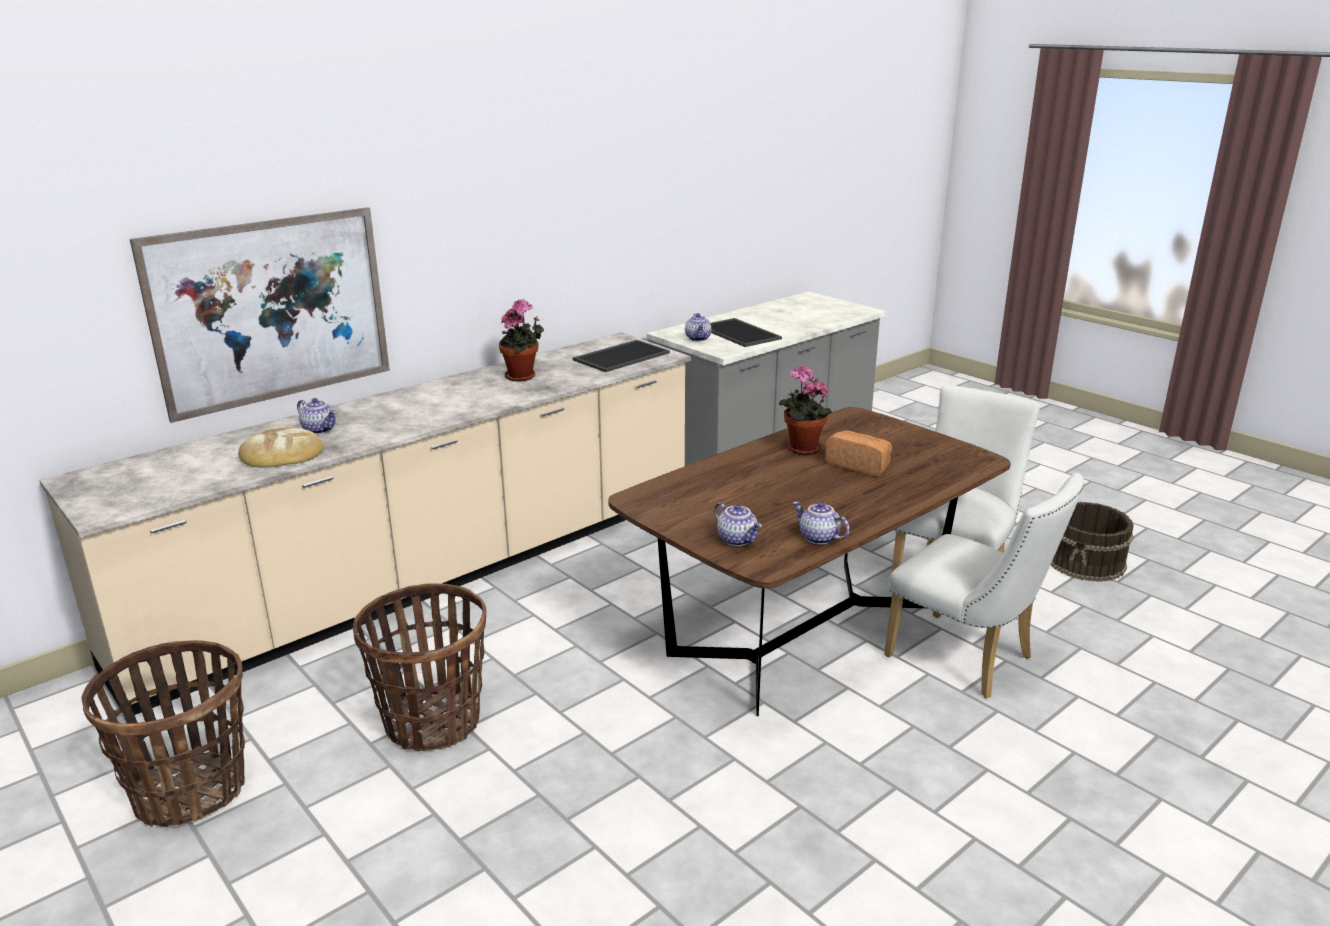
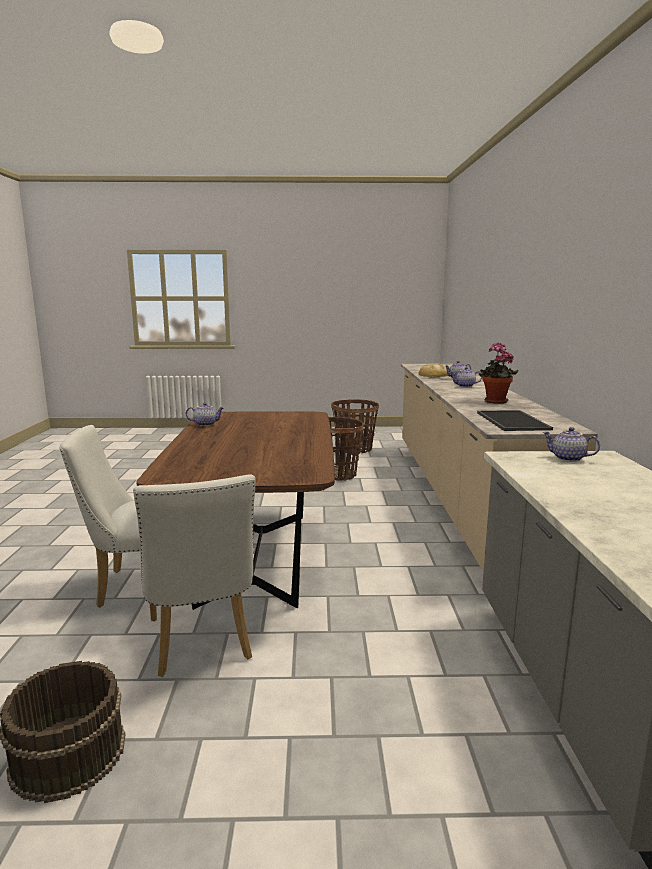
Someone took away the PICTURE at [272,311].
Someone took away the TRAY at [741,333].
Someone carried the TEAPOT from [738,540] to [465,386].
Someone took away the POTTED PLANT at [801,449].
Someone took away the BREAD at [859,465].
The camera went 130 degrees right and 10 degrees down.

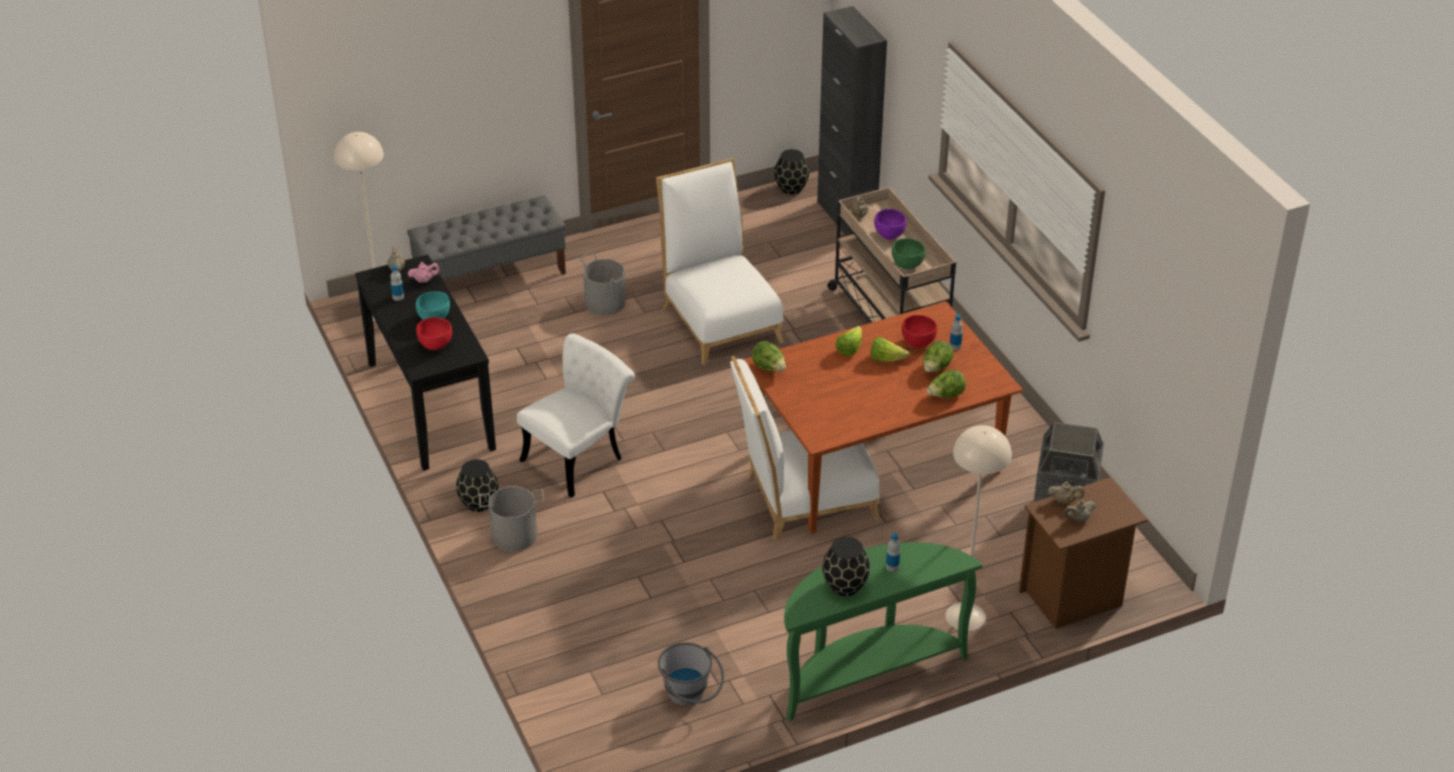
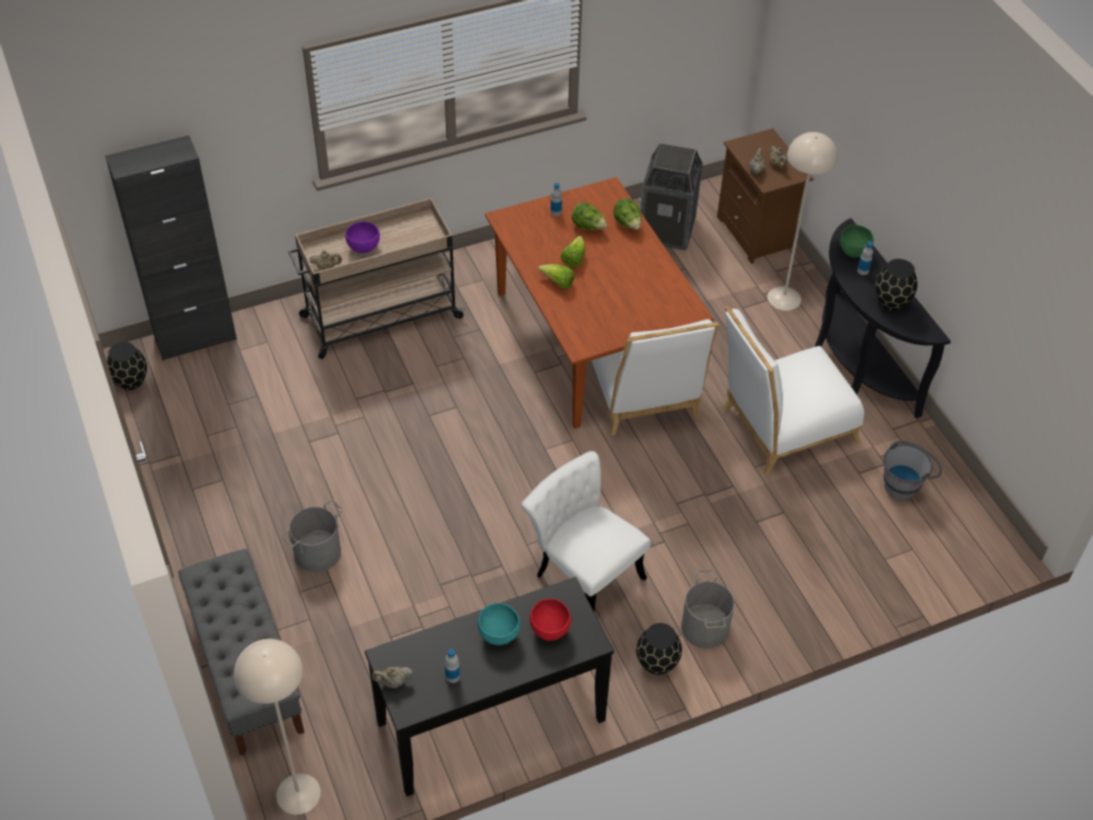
Someone took away the PINK TEAPOT at [424,280].
Someone carried the WHITE CHAIR from [719,319] to [782,427].
Someone took away the LETTUCE at [769,368].
Someone repainted the GREEN CONSOLE TABLE at [867,671], which became the BLACK CONSOLE TABLE at [856,364].
Someone carried the GREEN BOWL from [907,265] to [853,252].
Someone took away the RED BOWL at [917,343].
The camera went 90 degrees left and 10 degrees up.

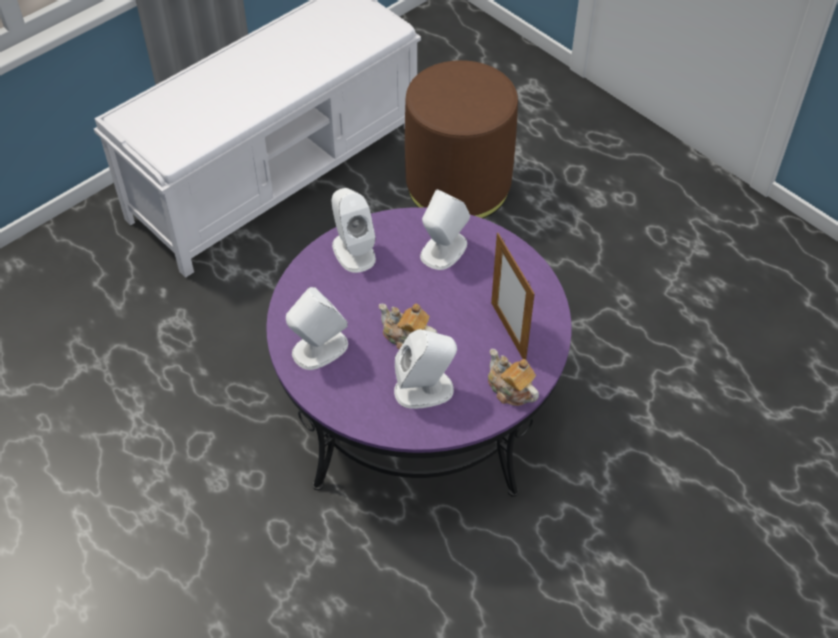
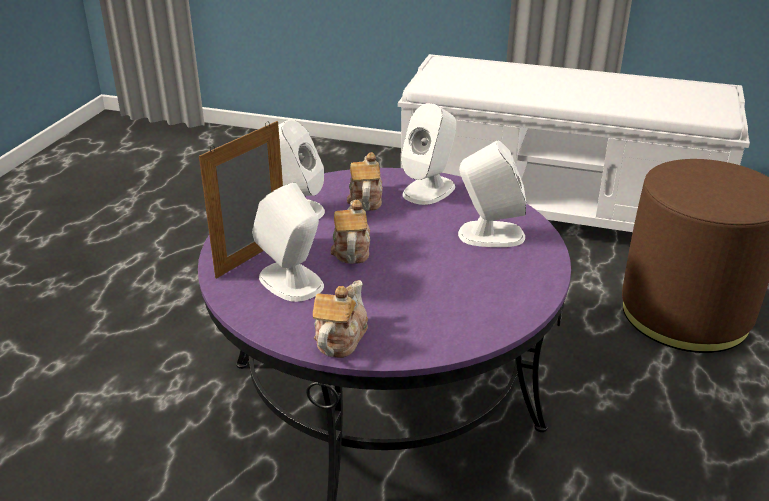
Someone carried the PICTURE FRAME from [508,331] to [252,256].
Someone put down the TEAPOT at [365,199].
The camera went 60 degrees right and 20 degrees down.

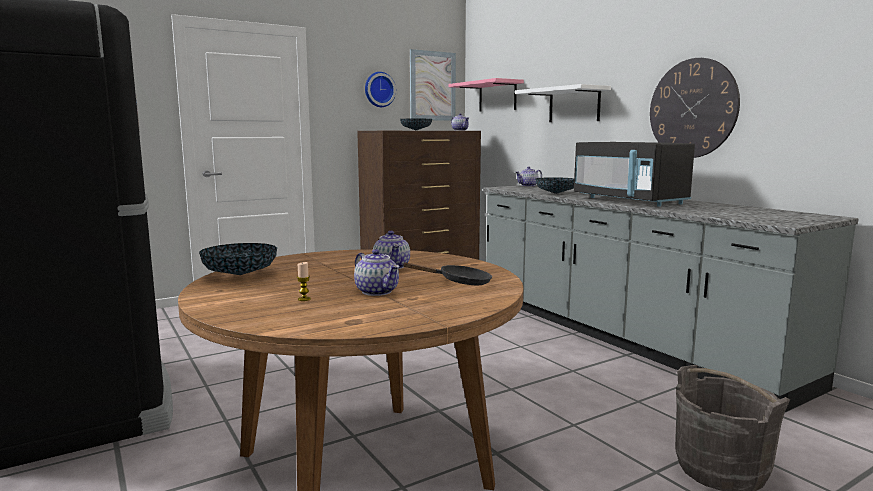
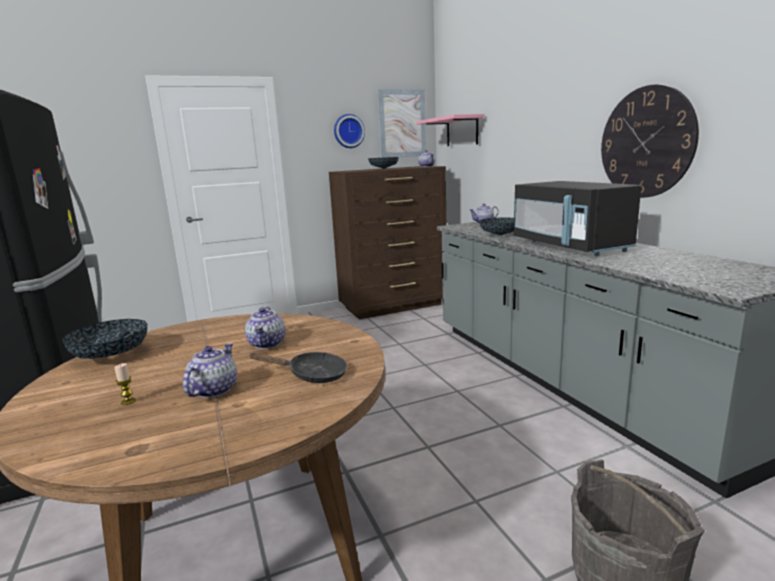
Someone rotated the TEAPOT at [377,291] by 135 degrees counterclockwise.
Someone took away the WHITE SHELF at [574,105].
The camera went 10 degrees right and 5 degrees up.

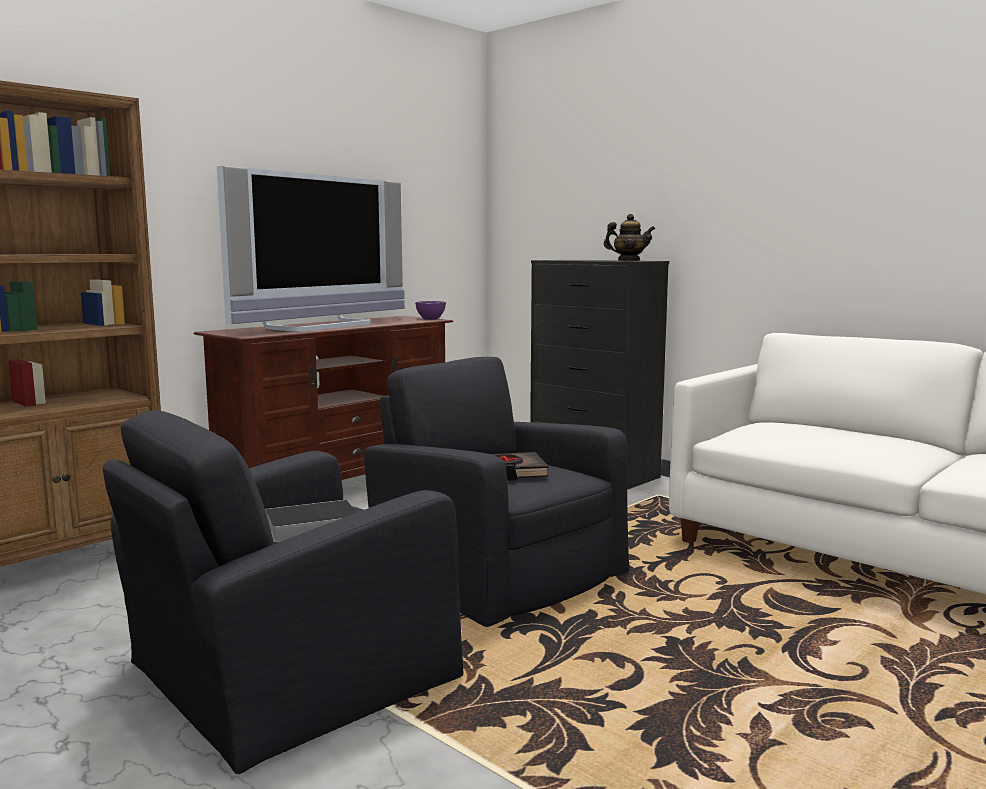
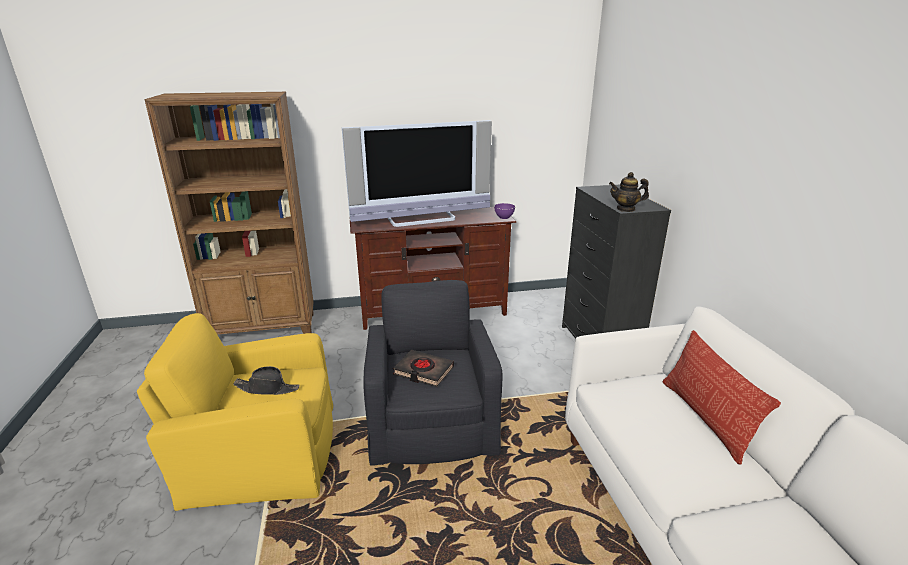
Someone repainted the BLACK ARMCHAIR at [289,672], which became the YELLOW ARMCHAIR at [260,452].
Someone swapped the BOOK at [309,527] for the BLACK HAT at [267,388].
Someone rotated the TEAPOT at [628,261] by 135 degrees clockwise.
Someone put down the PILLOW at [705,418].
The camera went 35 degrees right and 15 degrees up.

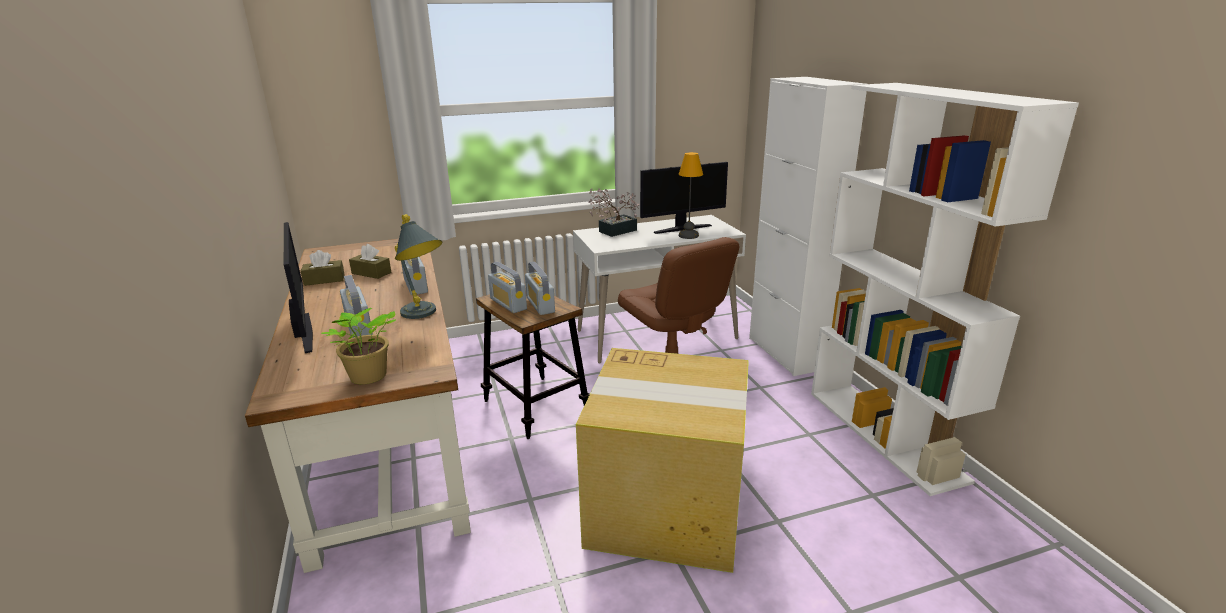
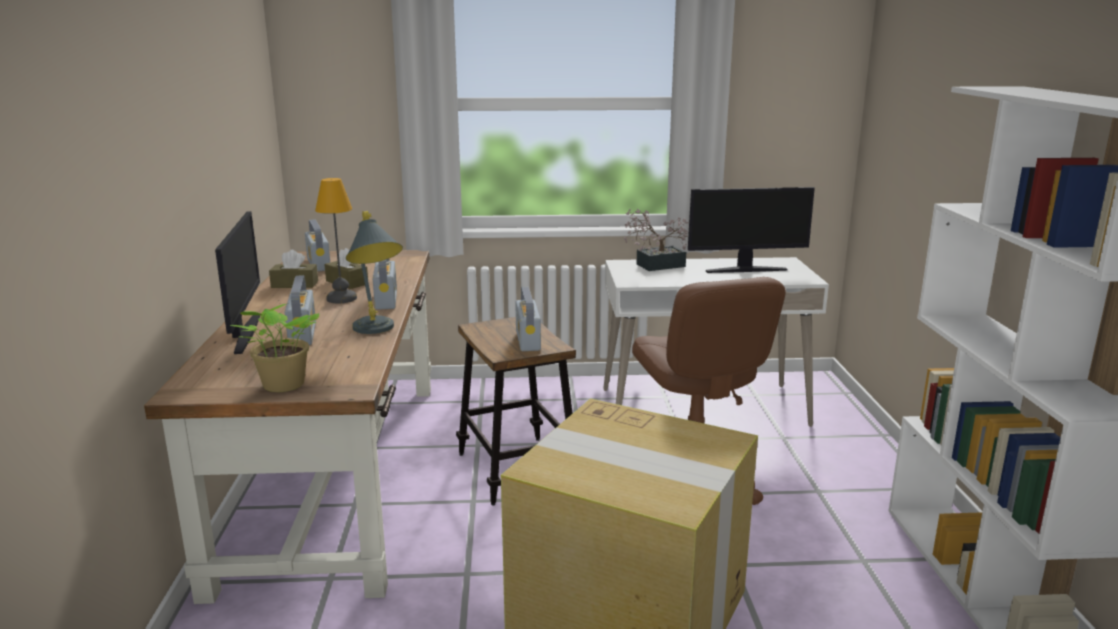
Someone carried the RADIO from [508,304] to [319,264].
Someone carried the TABLE LAMP from [688,235] to [341,298].
Someone took away the WHITE CABINET at [786,353].
The camera went 15 degrees right and 5 degrees down.

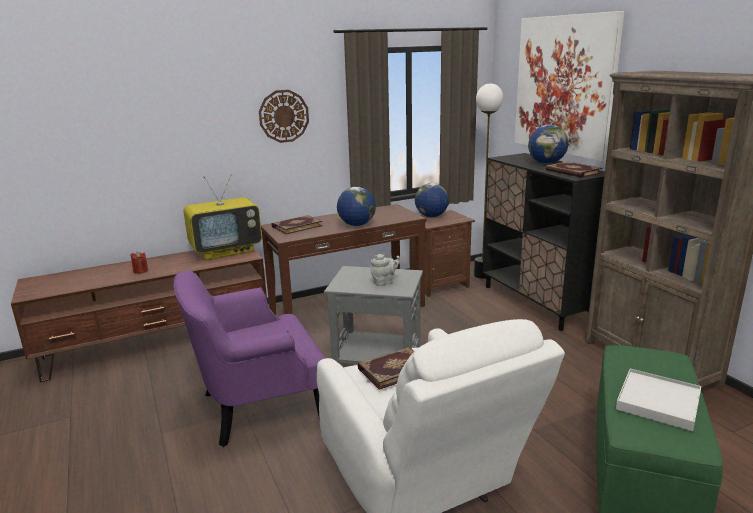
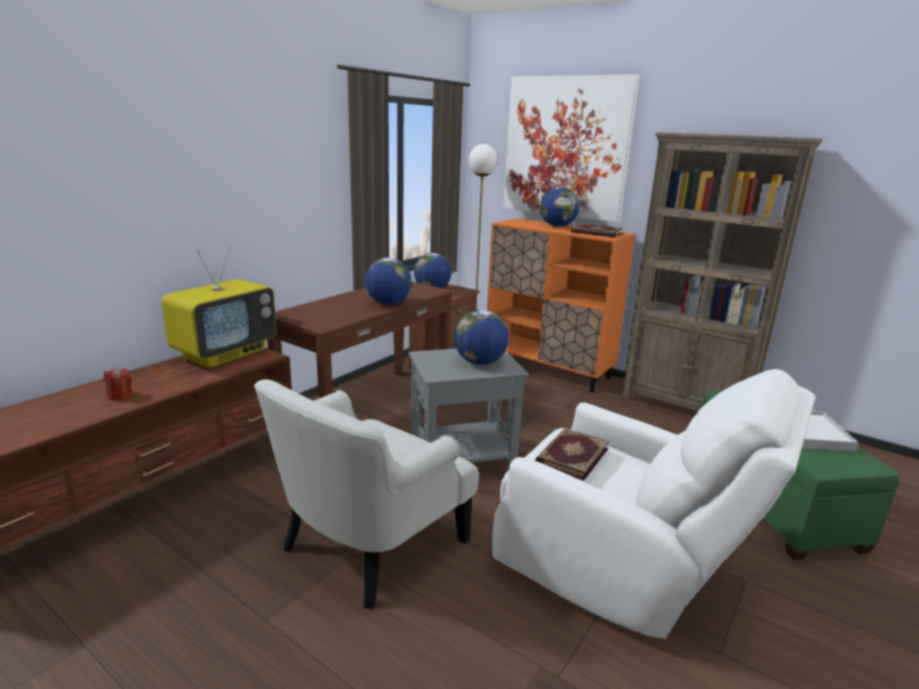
Someone repainted the PURPLE ARMCHAIR at [259,406], which became the WHITE ARMCHAIR at [369,544].
Someone took away the WALL CLOCK at [284,116].
Someone took away the BOOK at [296,226].
Someone swapped the GREY TEAPOT at [384,282] for the GLOBE at [480,363].
Someone repainted the BLACK CABINET at [537,303], which became the ORANGE CABINET at [548,369].
The camera went 30 degrees left and 0 degrees up.

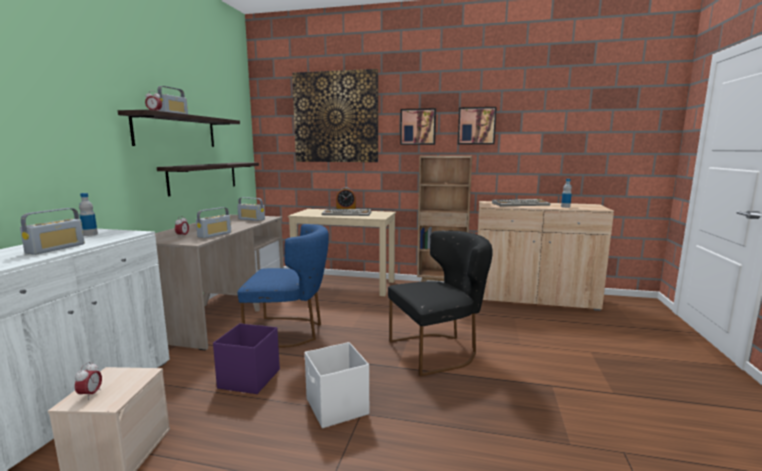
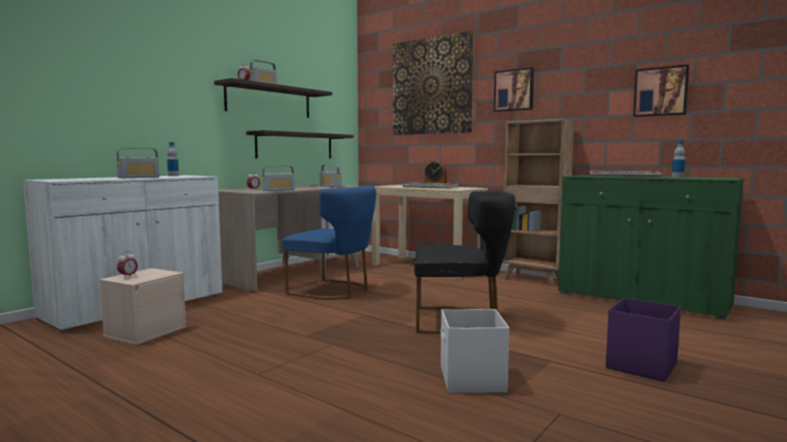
Someone carried the PURPLE STORAGE BOX from [248,379] to [640,366].
Someone carried the WHITE STORAGE BOX from [336,407] to [471,380].
Someone carried the PICTURE from [476,126] to [661,91].
Someone repainted the BEIGE CABINET at [533,298], which became the GREEN CABINET at [641,299].
The camera went 25 degrees right and 5 degrees down.

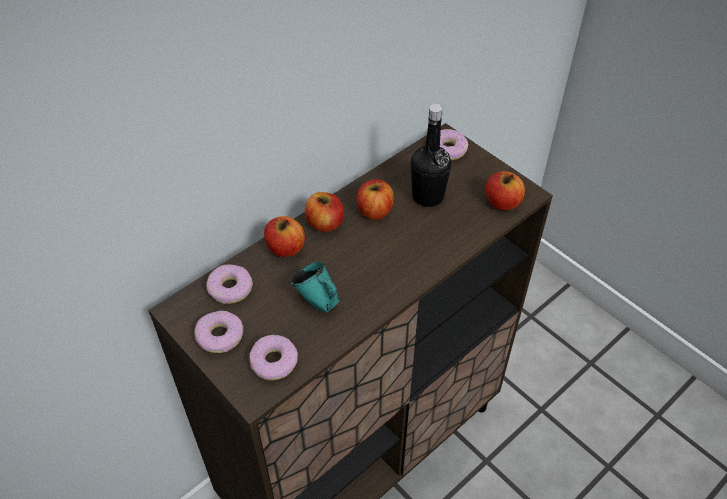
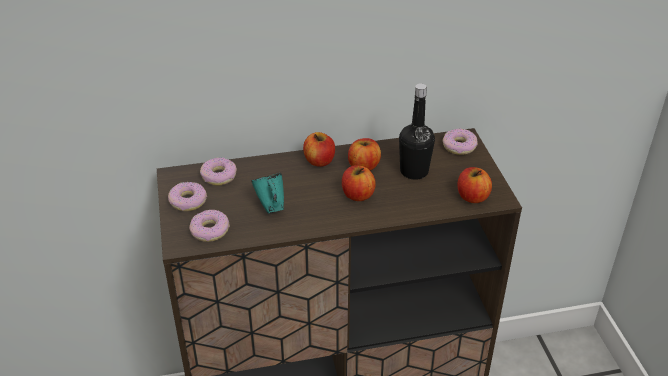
Someone carried the APPLE from [285,248] to [357,195].
The camera went 30 degrees right and 10 degrees down.

